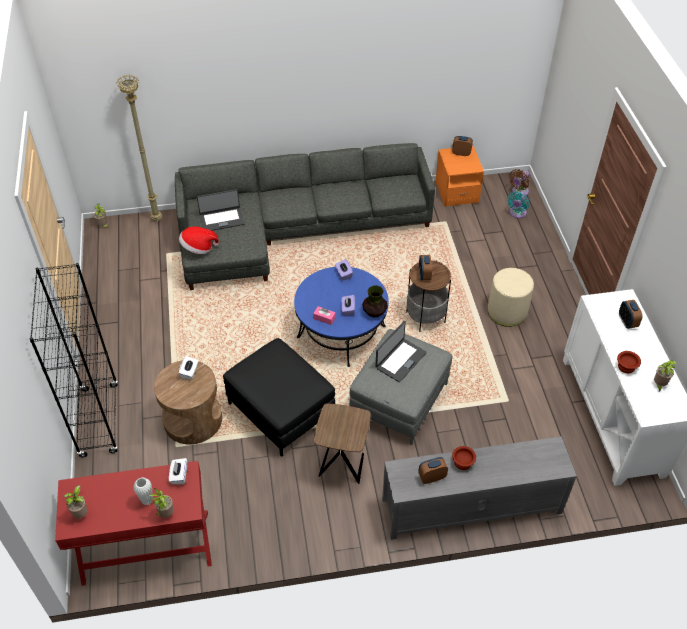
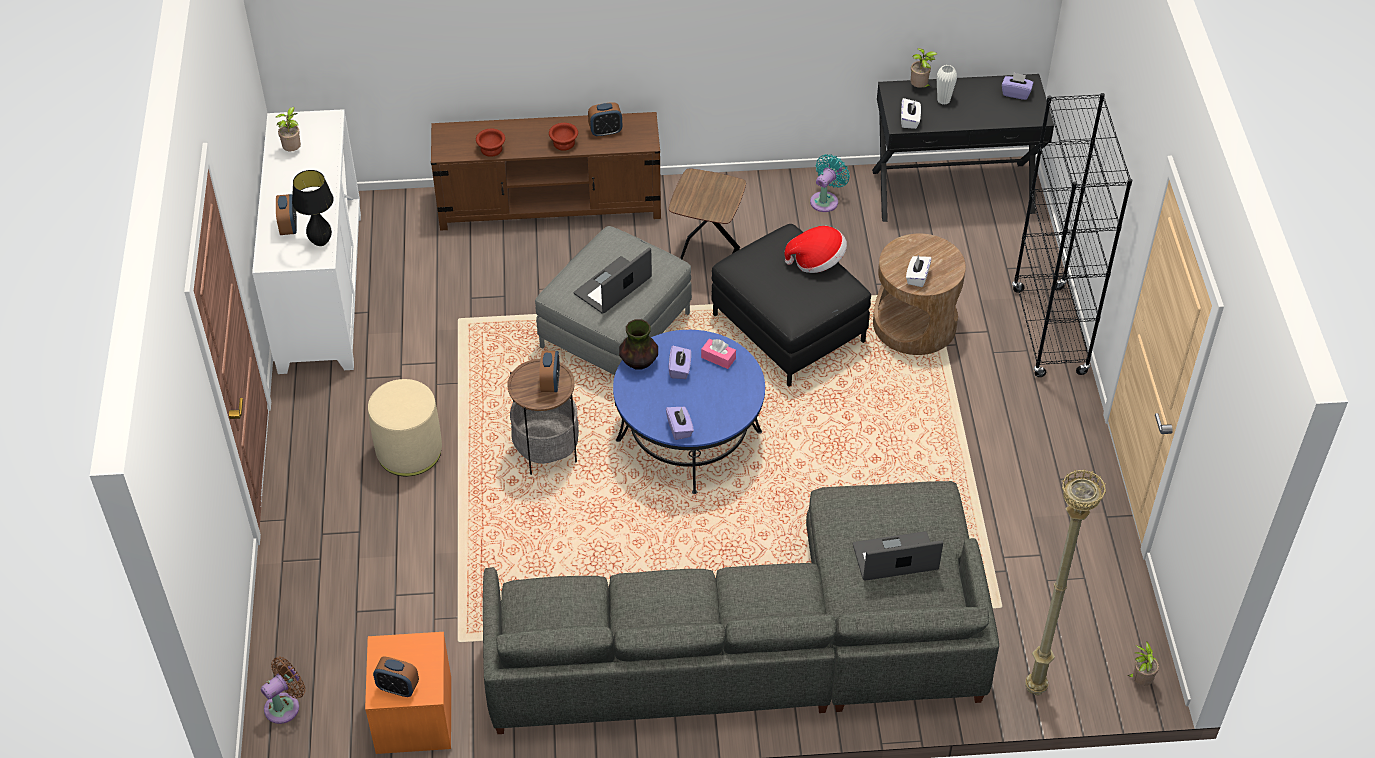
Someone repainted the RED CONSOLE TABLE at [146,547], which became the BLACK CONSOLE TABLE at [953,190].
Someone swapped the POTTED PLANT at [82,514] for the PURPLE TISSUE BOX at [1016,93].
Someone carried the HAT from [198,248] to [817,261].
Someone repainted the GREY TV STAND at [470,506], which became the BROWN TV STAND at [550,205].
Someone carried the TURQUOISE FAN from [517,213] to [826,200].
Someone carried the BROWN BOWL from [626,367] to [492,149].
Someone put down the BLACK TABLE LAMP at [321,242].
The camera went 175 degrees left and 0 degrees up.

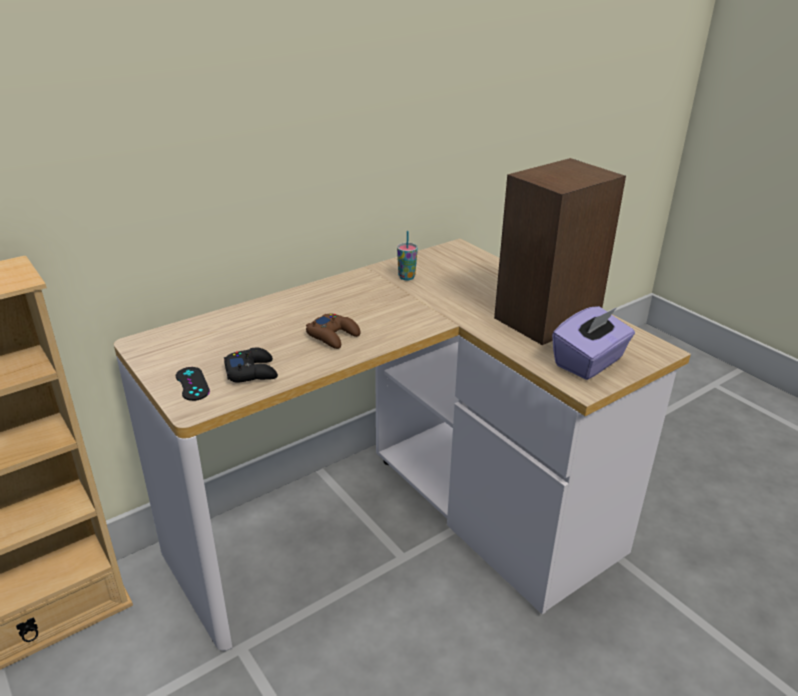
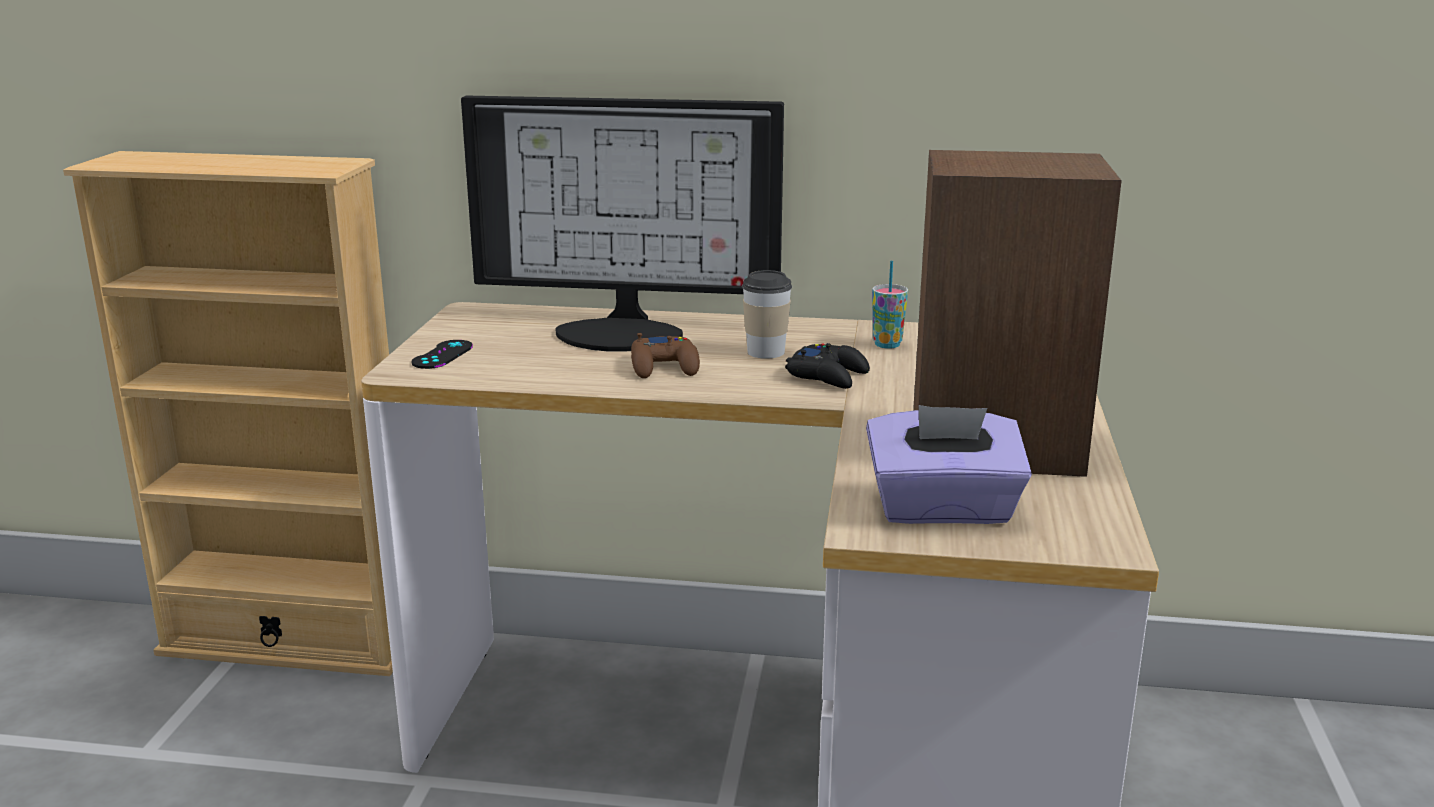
Someone carried the BLACK GAME CONTROLLER from [252,372] to [828,375].
Someone put down the MONITOR at [623,331].
Someone put down the CUP at [766,352].
The camera went 45 degrees right and 10 degrees down.

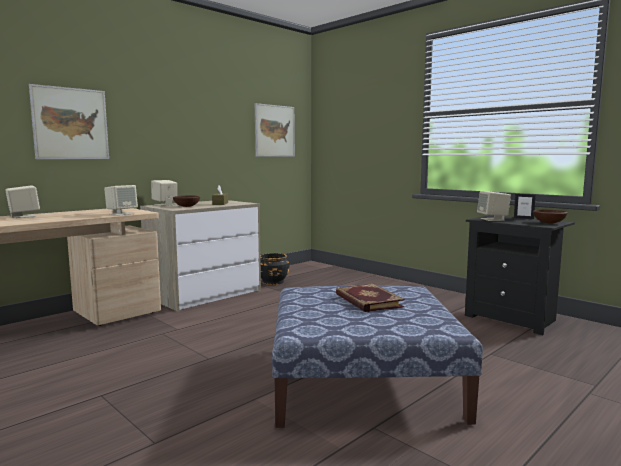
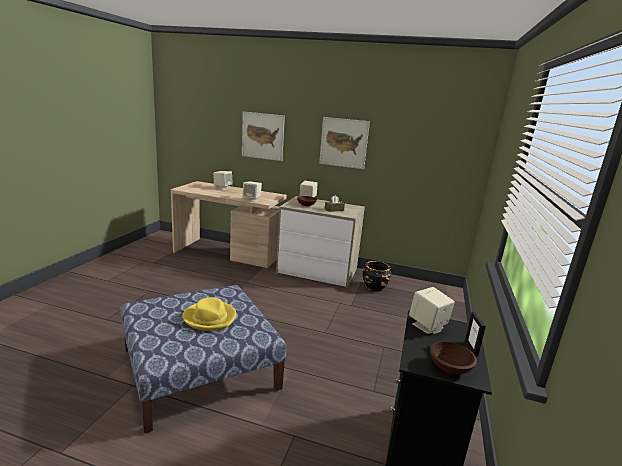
Someone carried the PICTURE from [274,131] to [343,143].
Someone swapped the BOOK at [367,301] for the YELLOW HAT at [210,317].
The camera went 60 degrees right and 10 degrees up.

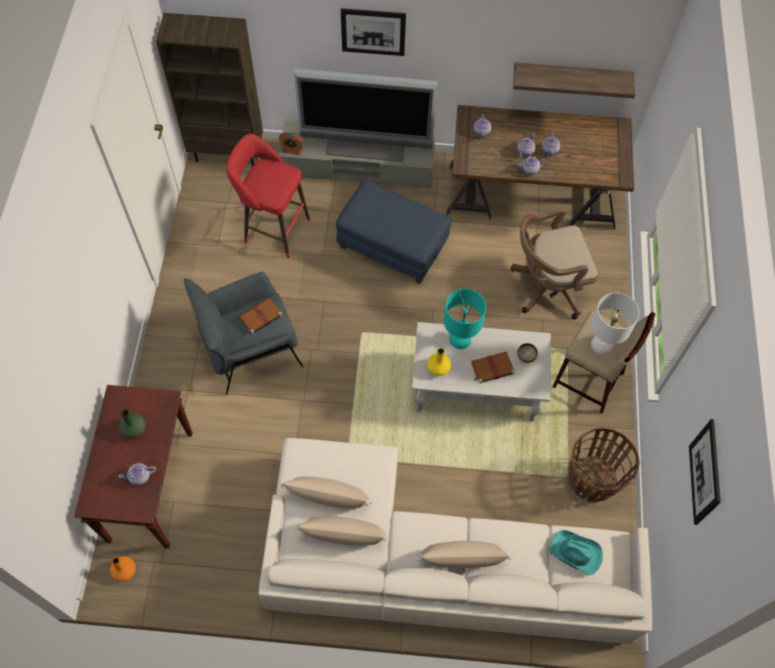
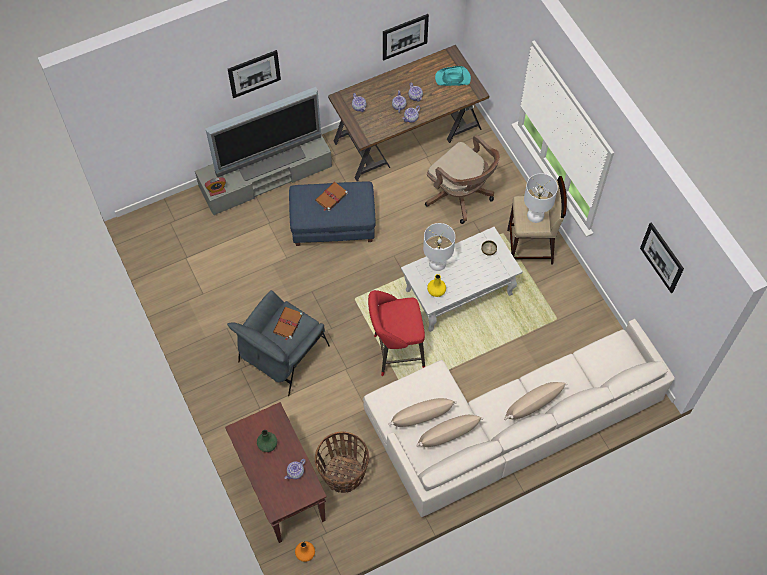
Someone took away the BROWN BOOKCASE at [227,152].
Someone carried the RED STOOL from [273,229] to [395,352].
Someone repainted the TURQUOISE TABLE LAMP at [459,339], which became the WHITE TABLE LAMP at [437,263].
Someone carried the BROWN BOOK from [491,368] to [331,197].
Someone rotated the BROWN OFFICE CHAIR at [546,286] by 90 degrees counterclockwise.
Someone swapped the SHELF at [571,77] for the PICTURE at [405,36].
Someone carried the TURQUOISE HAT from [576,553] to [453,78].
Someone carried the BASKET from [592,480] to [343,474].
The camera went 30 degrees left and 0 degrees up.

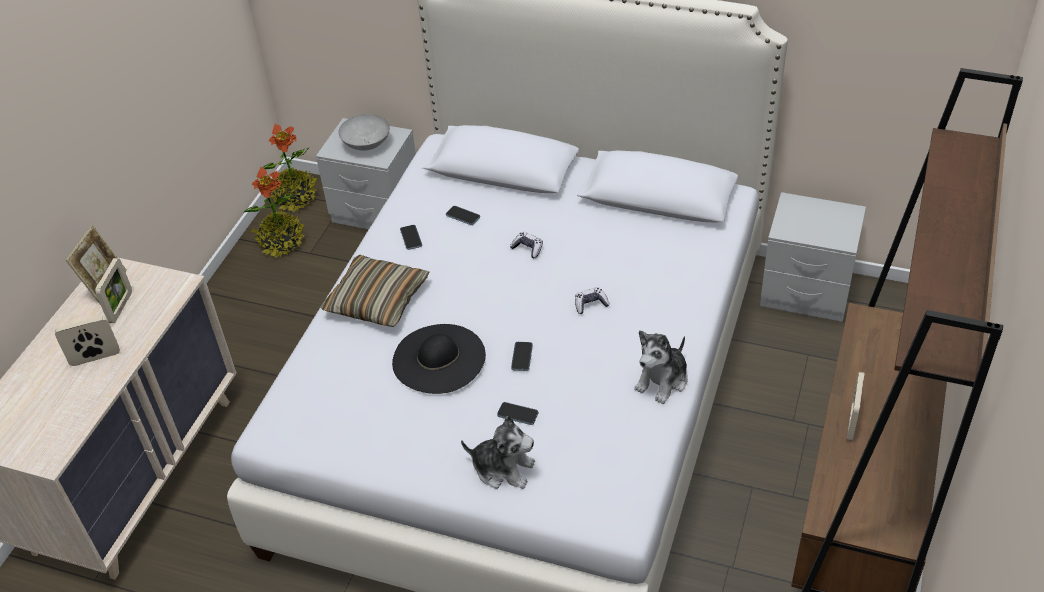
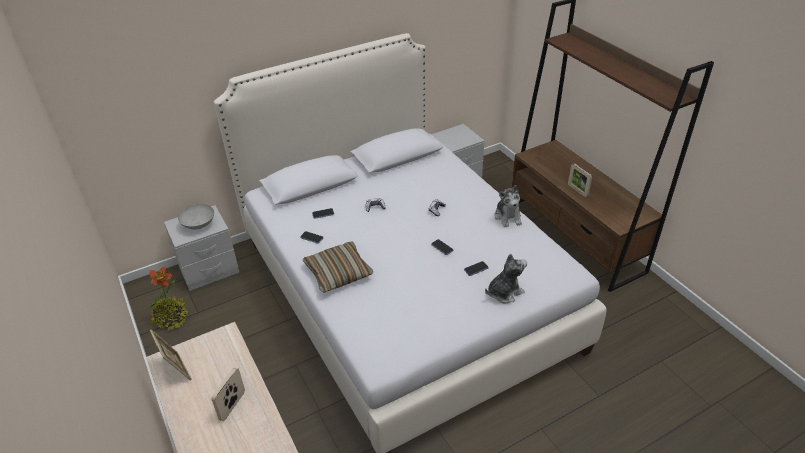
Someone took away the PICTURE FRAME at [121,307].
Someone took away the POTTED PLANT at [295,198].
Someone took away the BLACK HAT at [439,358].
The camera went 50 degrees left and 5 degrees down.

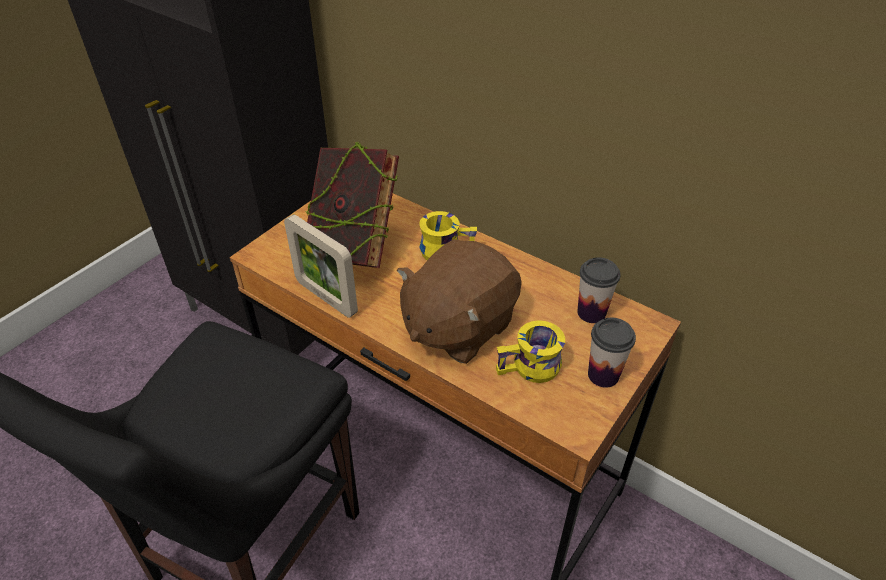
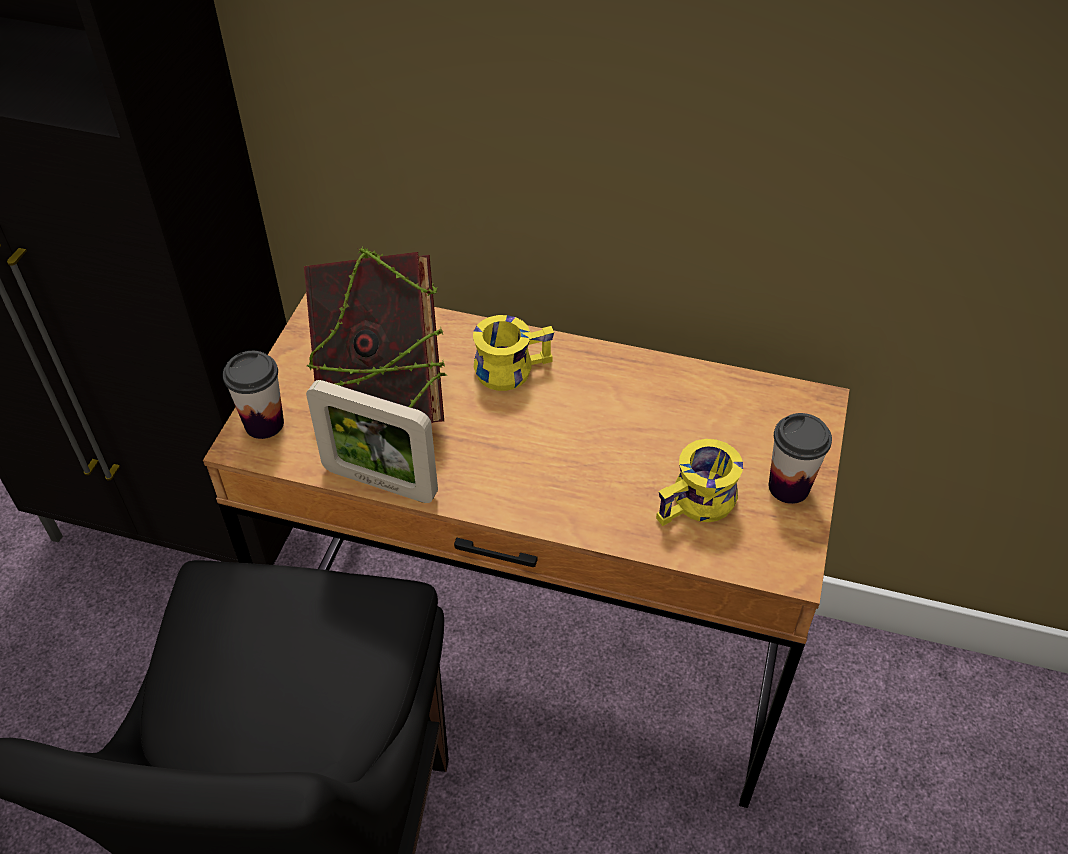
Someone took away the BROWN PLUSH TOY at [458,326].
Someone carried the CUP from [591,313] to [264,424].
The camera went 20 degrees left and 5 degrees up.

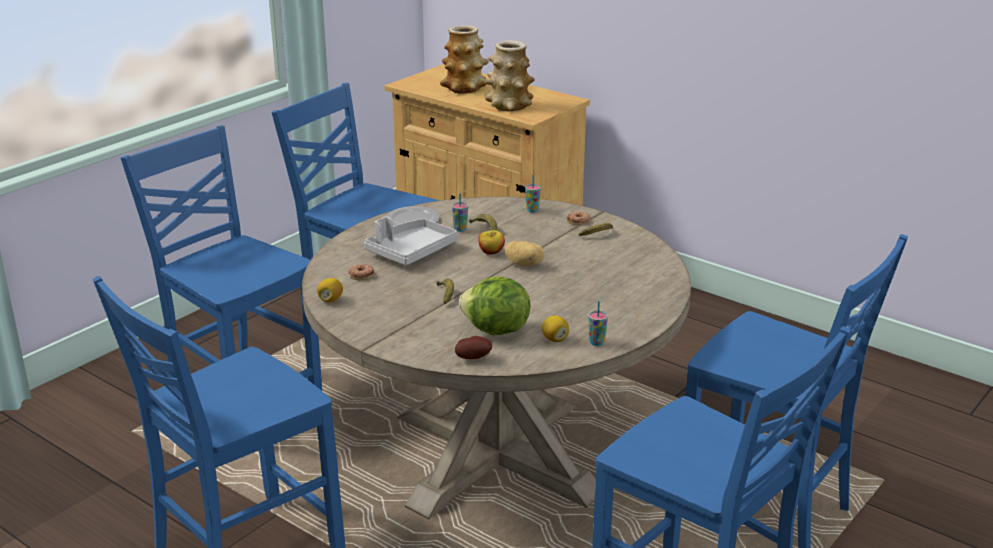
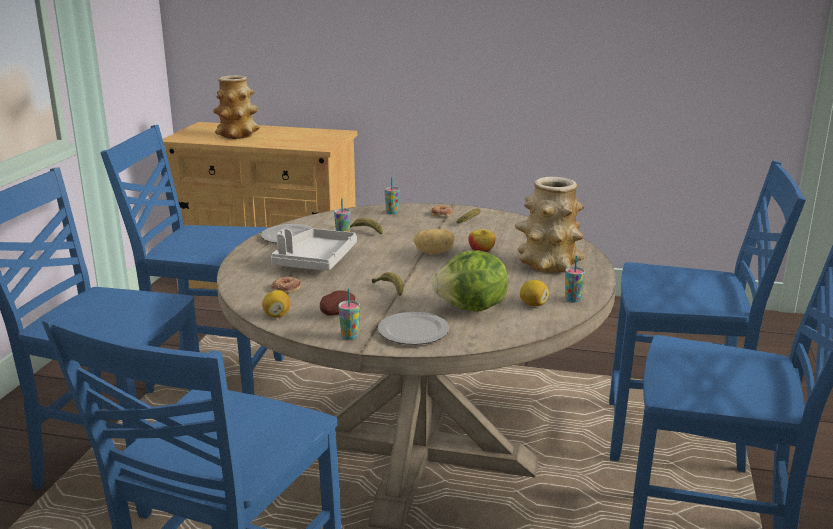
Someone carried the POTATO from [473,358] to [336,314].
Someone carried the APPLE from [491,252] to [481,251].
Someone carried the VASE from [509,106] to [548,264].
Someone put down the CUP at [350,336].
Someone put down the PLATE at [412,331].
The camera went 25 degrees left and 5 degrees down.

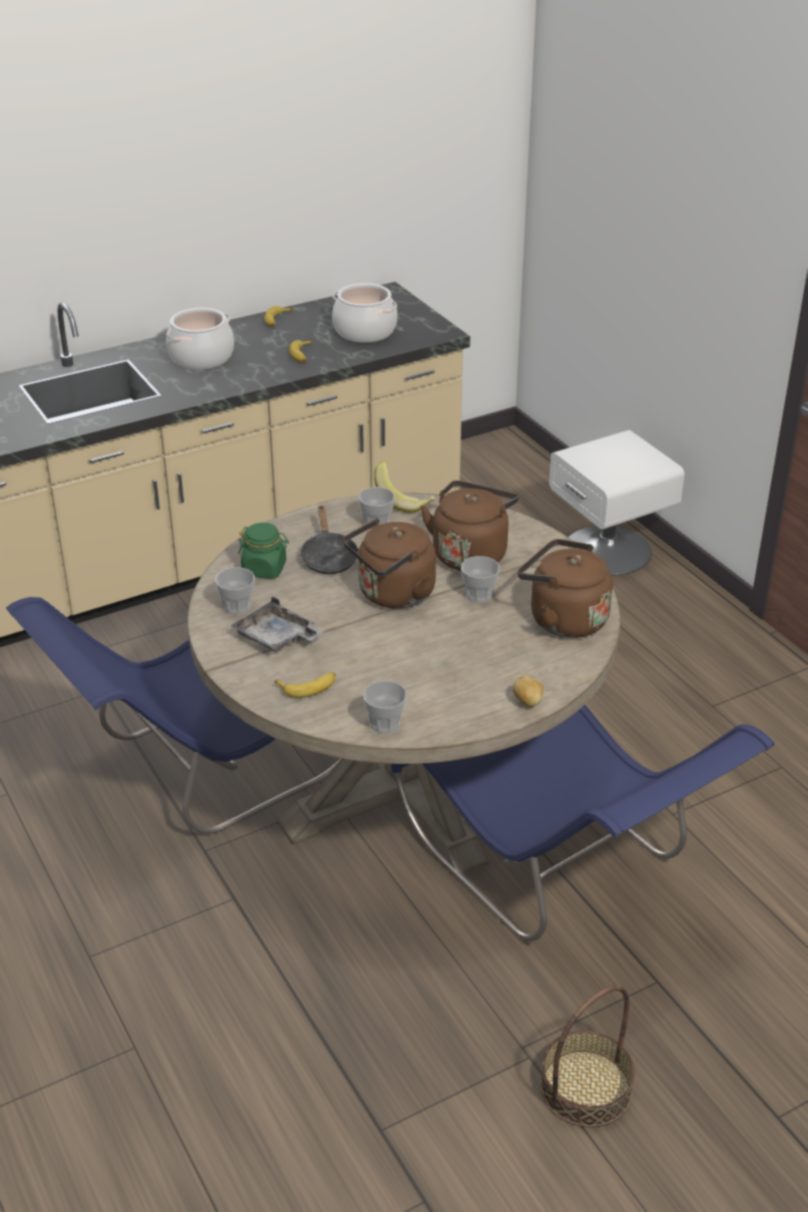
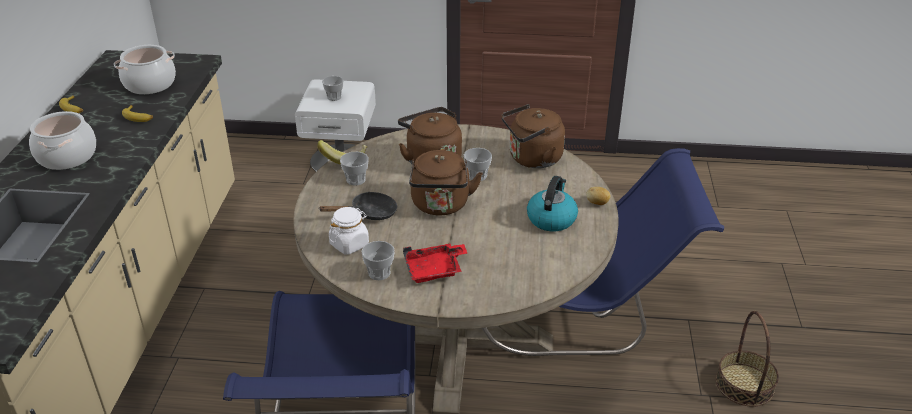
Someone repainted the GREY TRAY at [277,638], which became the RED TRAY at [434,270].
Someone repainted the GREEN JAR at [264,569], which became the WHITE JAR at [349,244].
Someone took away the BANANA at [308,687].
Someone rotated the BLACK FRYING PAN at [328,557] by 45 degrees counterclockwise.
Someone carried the CUP from [385,724] to [334,97].
Someone put down the KETTLE at [551,218].
The camera went 55 degrees left and 0 degrees up.

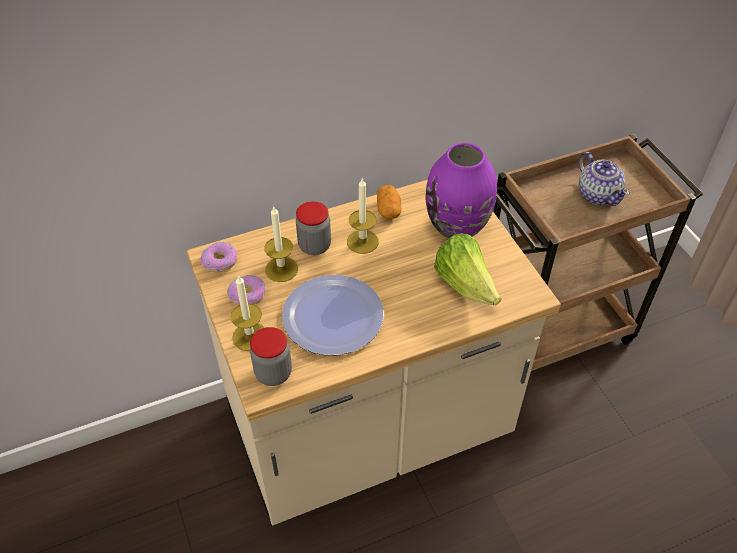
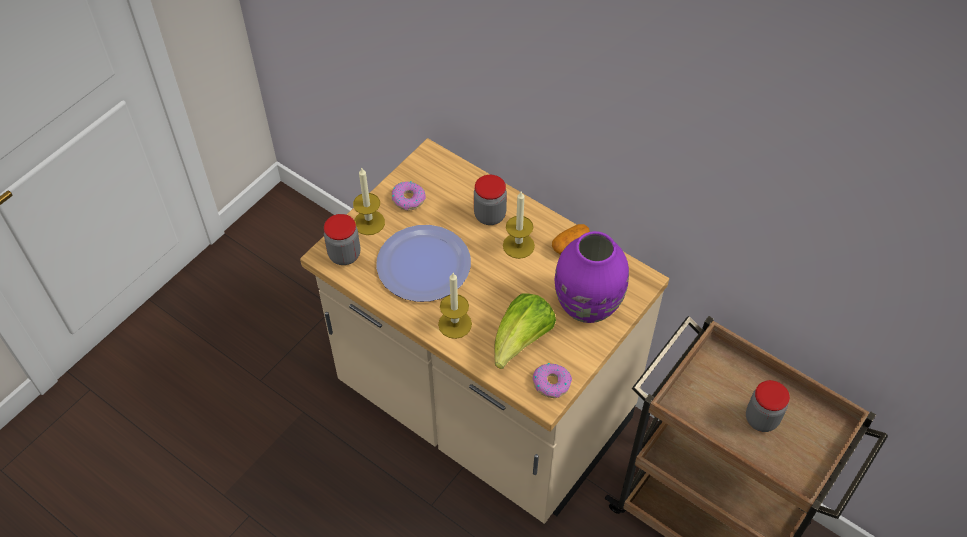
Someone carried the DONUT from [219,261] to [551,383].
Someone carried the CANDLE from [281,269] to [455,324].
Someone swapped the TEAPOT at [598,194] for the JAR at [761,419].
The camera went 60 degrees right and 5 degrees up.

